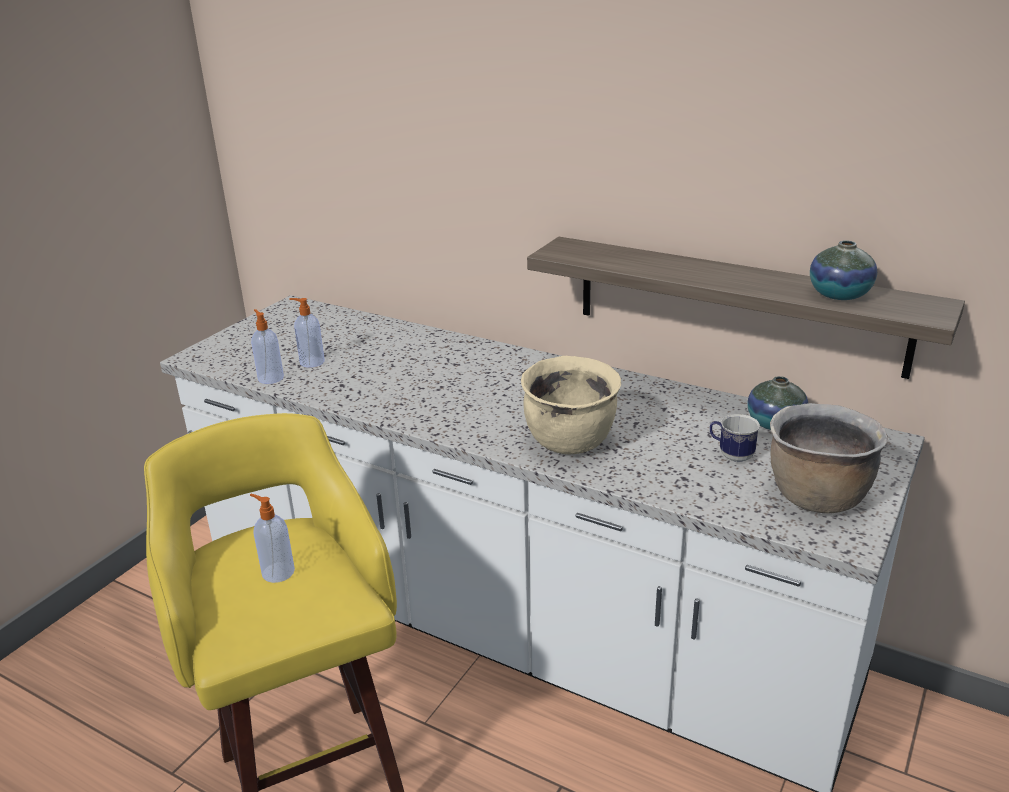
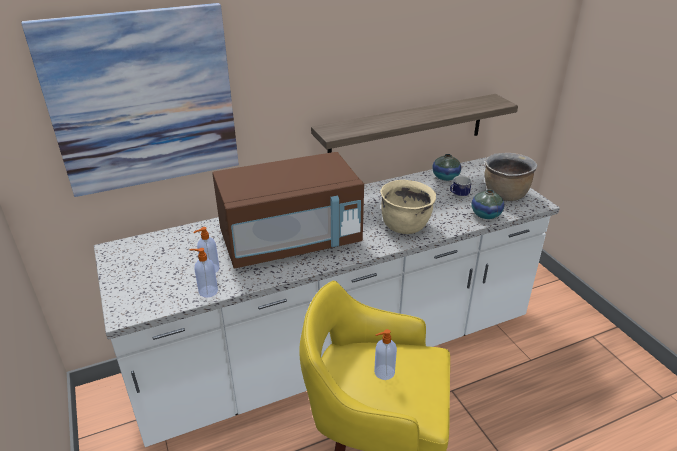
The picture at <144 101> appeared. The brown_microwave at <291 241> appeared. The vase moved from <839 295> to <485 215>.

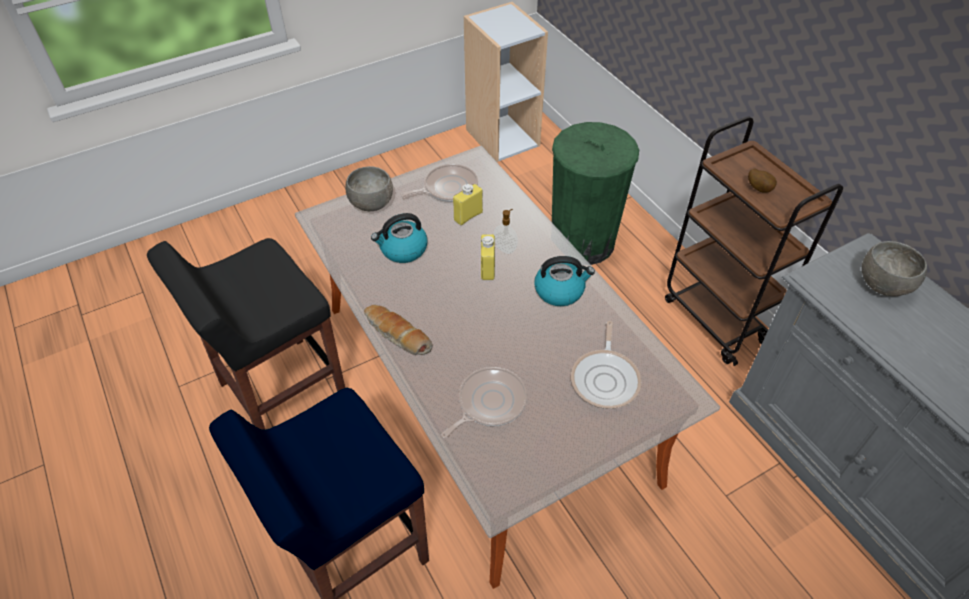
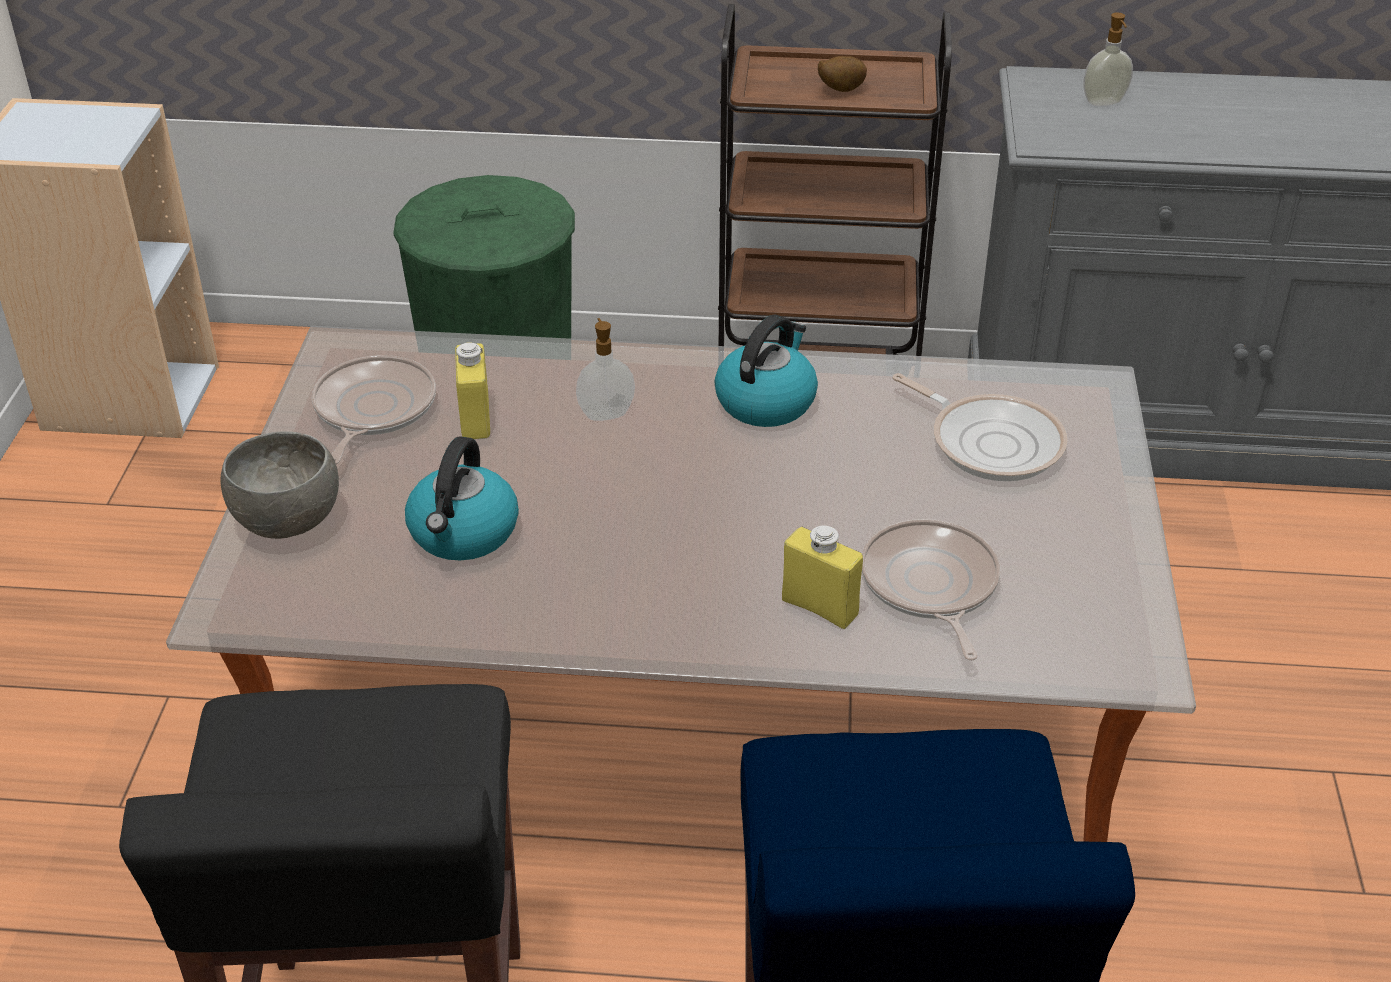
The yellow_bottle moved from <487 268> to <819 607>. The grey_bowl at <884 285> was replaced by the soap_dispenser at <1104 103>. The bread at <397 335> disappeared.

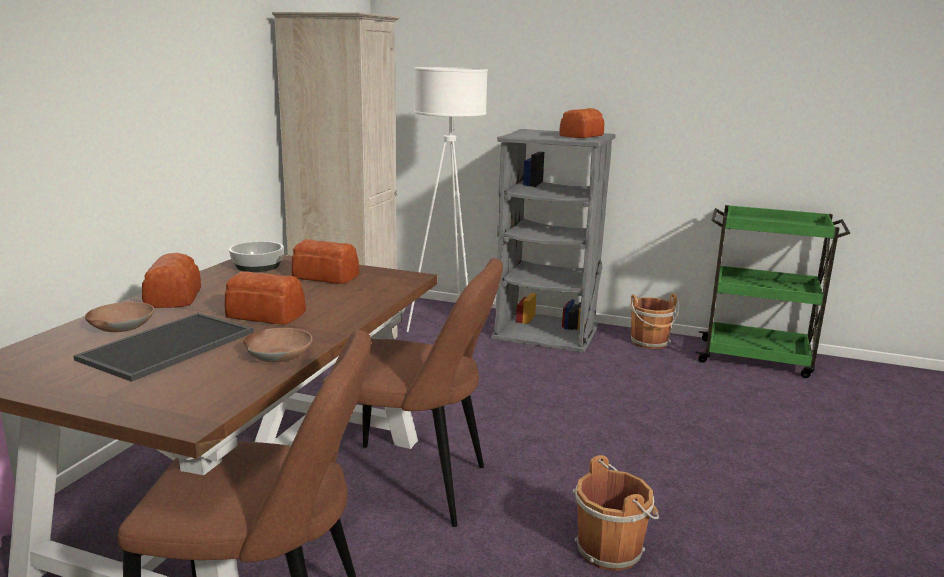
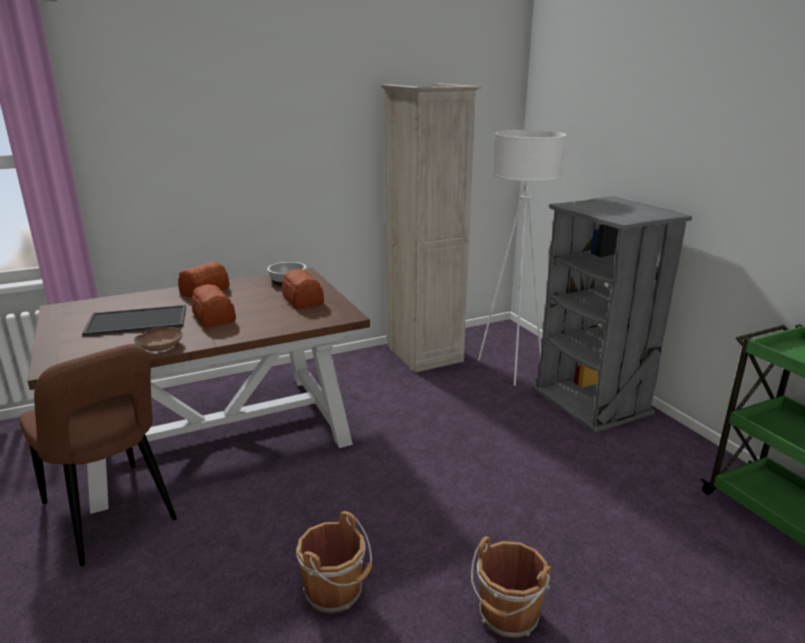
The brown_bucket moved from <650 343> to <507 617>. The brown_bowl at <121 325> disappeared. The brown_chair at <414 485> disappeared. The bread at <580 136> disappeared.

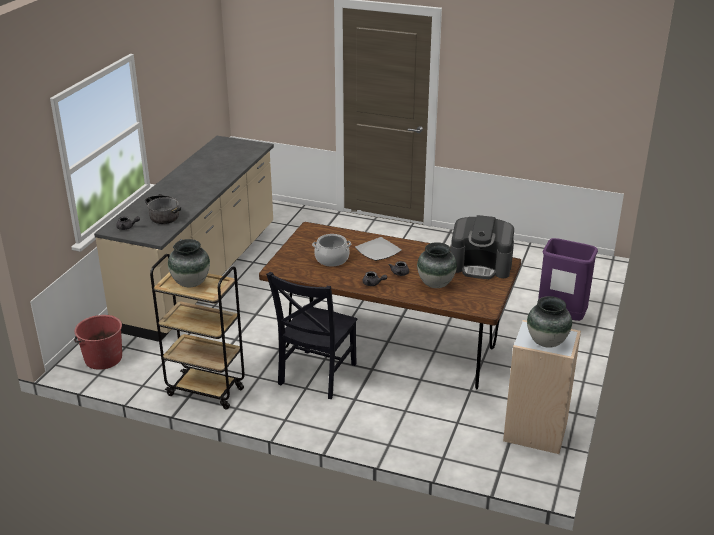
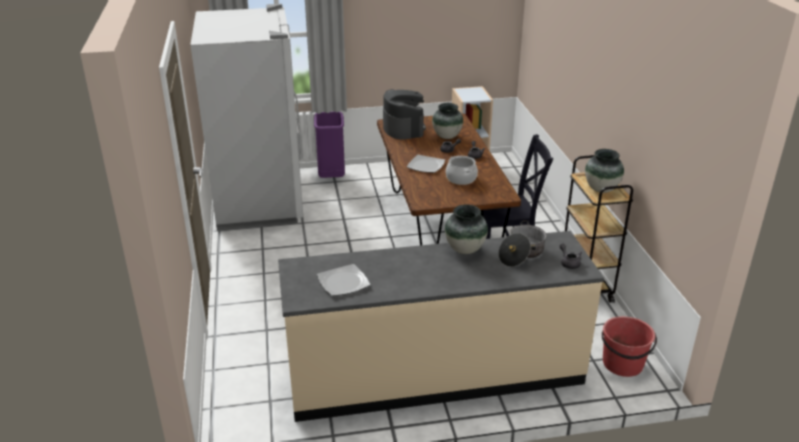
The white_fridge at <260 201> appeared. The plate at <343 282> appeared. The vase moved from <546 342> to <465 249>.

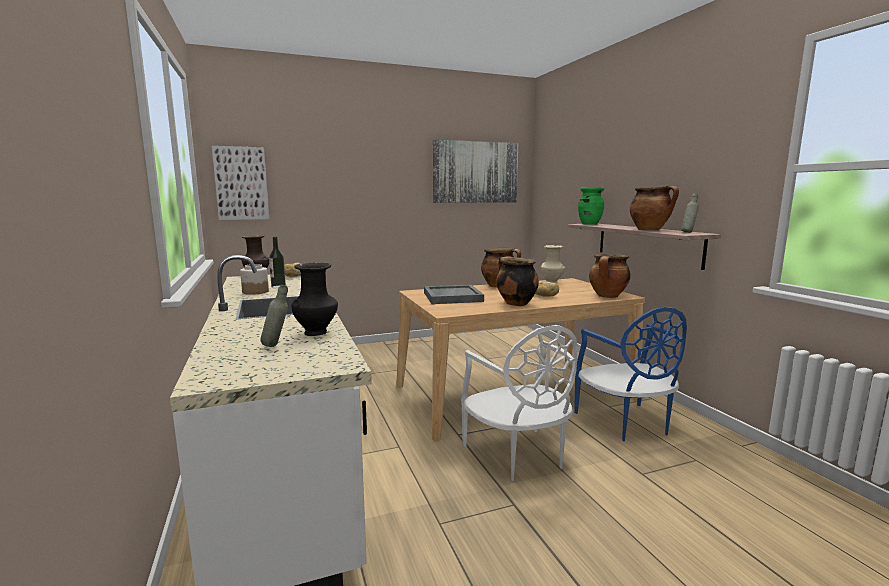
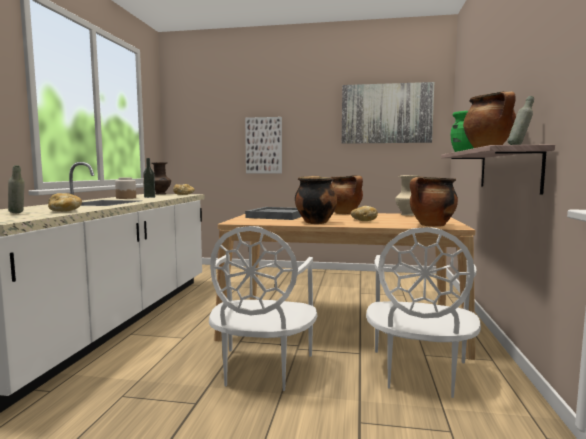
The black_vase at <316 332> was replaced by the bread at <65 211>. The picture moved from <241 183> to <263 145>. The blue_chair at <625 423> became the white_chair at <418 373>.

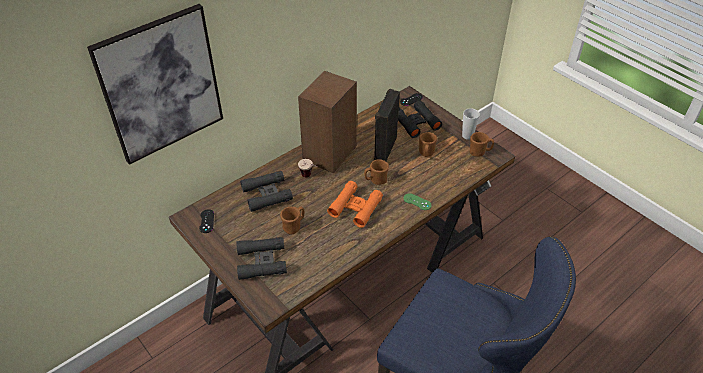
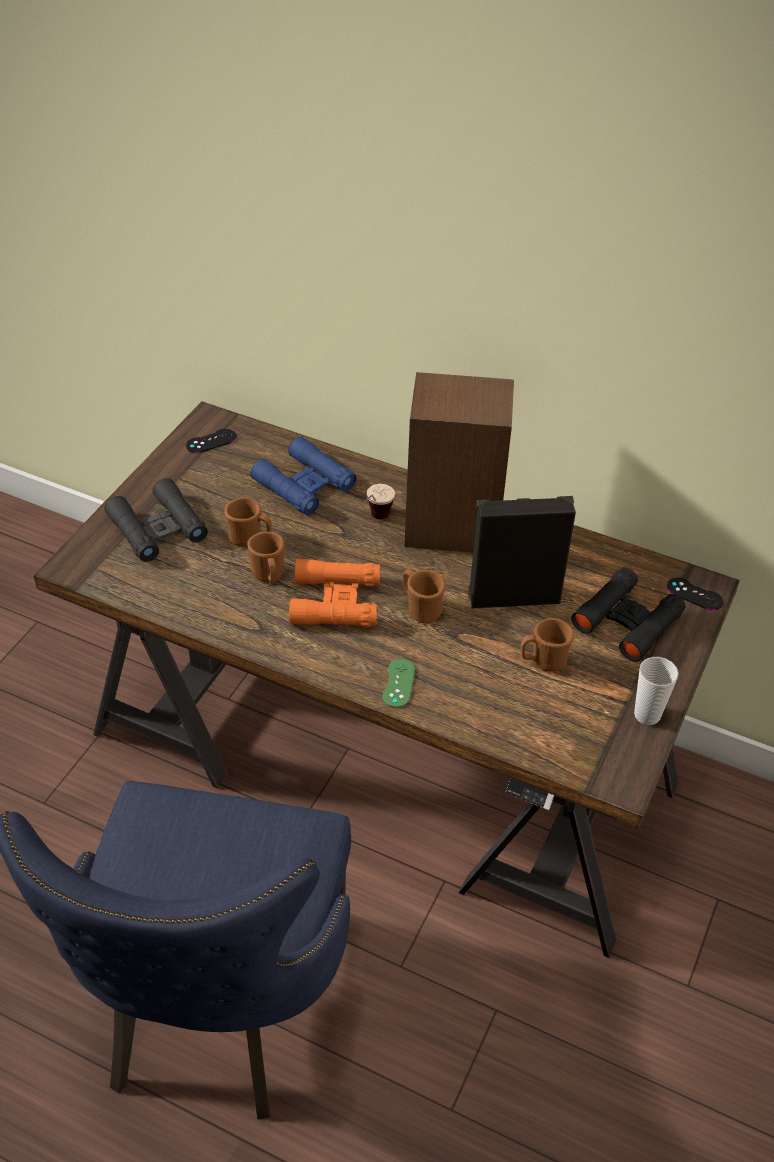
The brown_mug moved from <479 152> to <269 576>. The black_binoculars at <267 194> became the blue_binoculars at <304 484>. The picture at <161 85> disappeared.

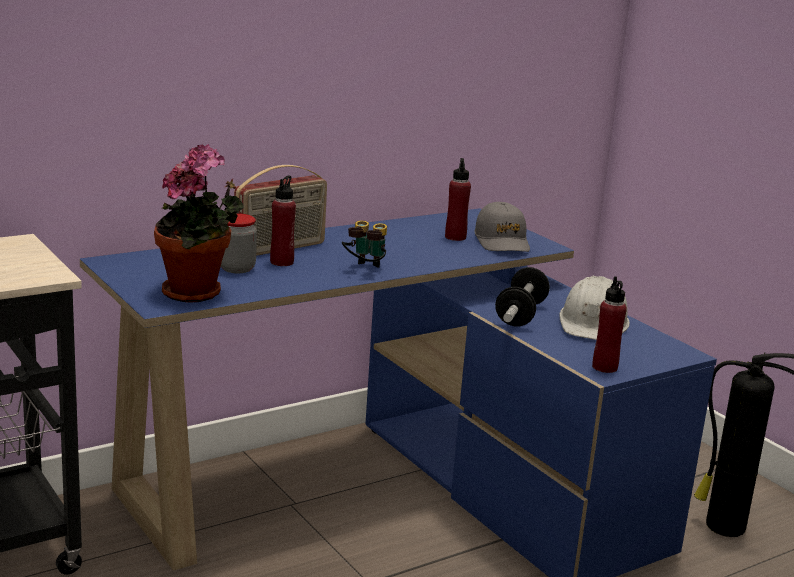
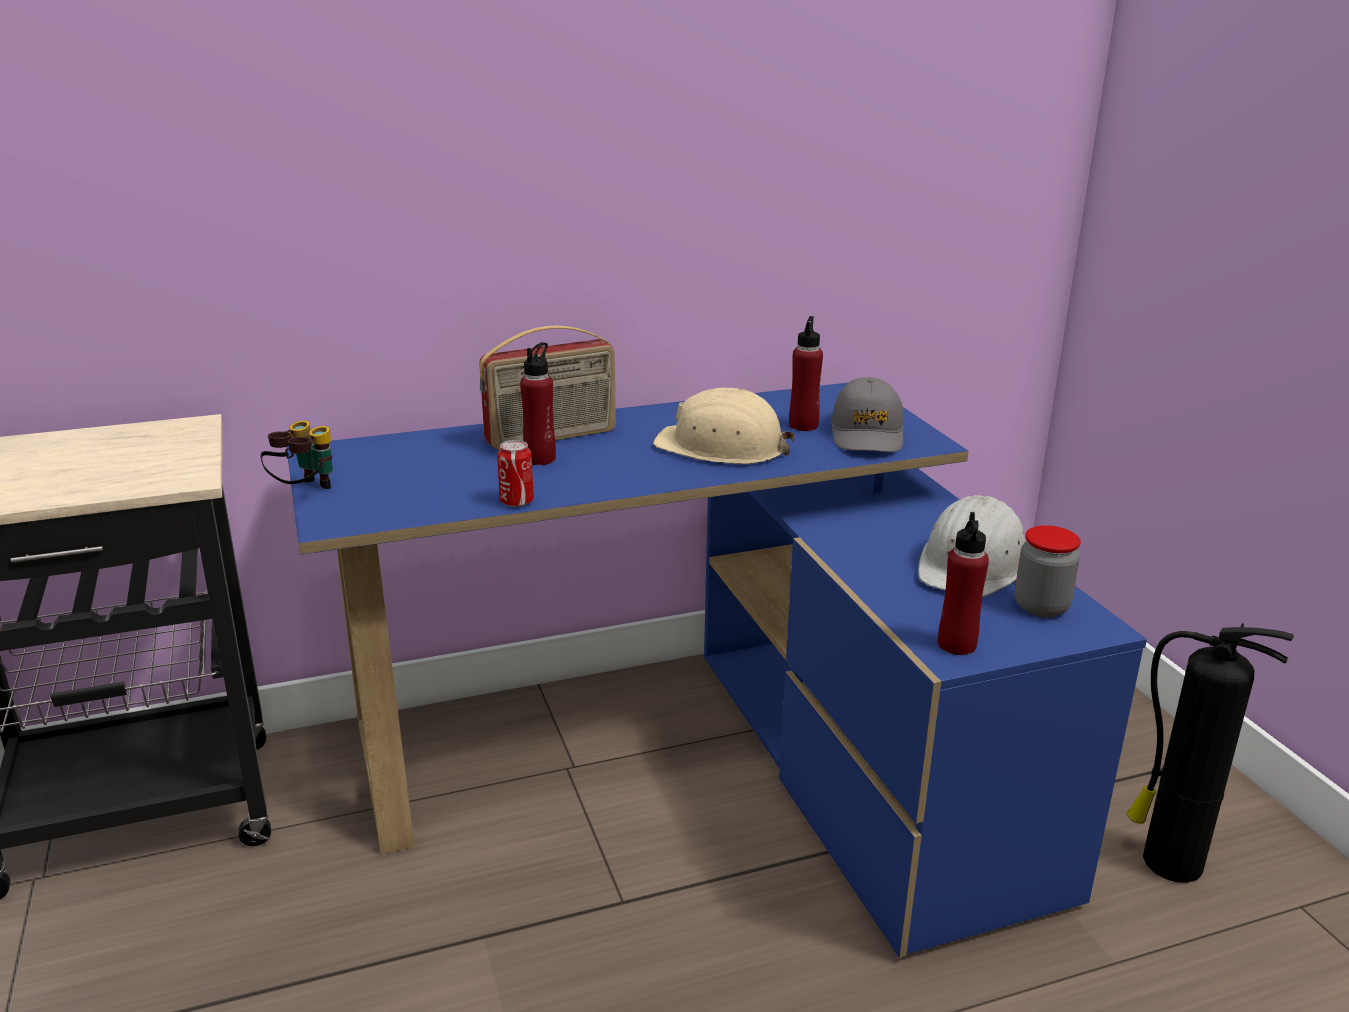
The binoculars moved from <364 269> to <303 491>. The can at <516 502> appeared. The beige_hard_hat at <721 447> appeared. The jar moved from <237 268> to <1041 607>. The potted_plant at <197 293> disappeared. The dumbbell at <521 314> disappeared.

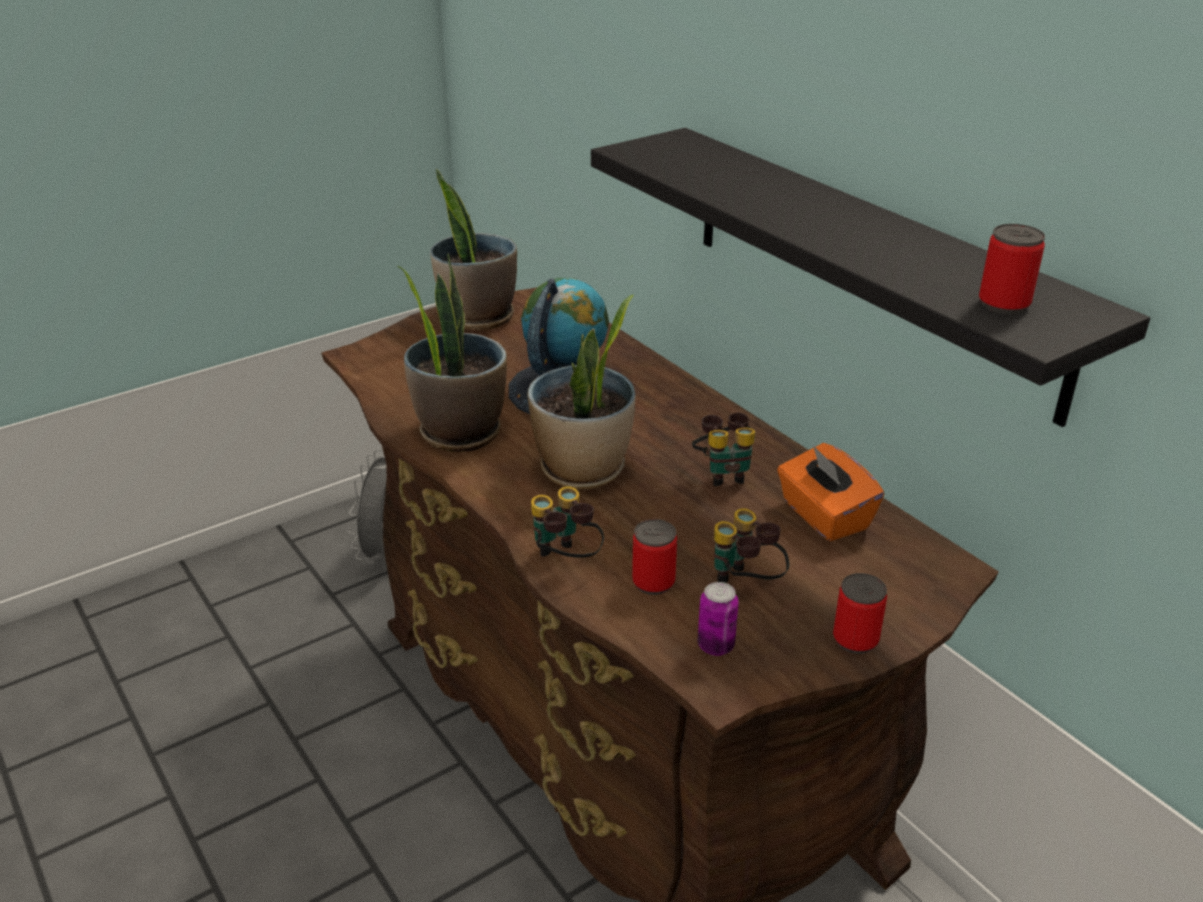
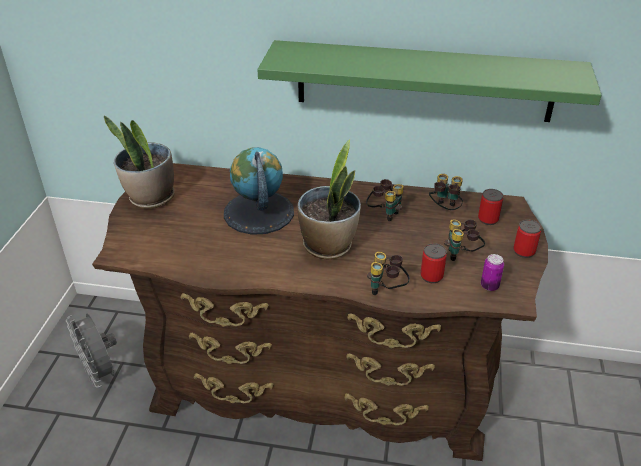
The black_shelf at <867 264> became the green_shelf at <424 81>. The orange_tissue_box at <824 516> was replaced by the binoculars at <444 209>. The can moved from <1003 304> to <488 219>. The potted_plant at <460 432> disappeared.

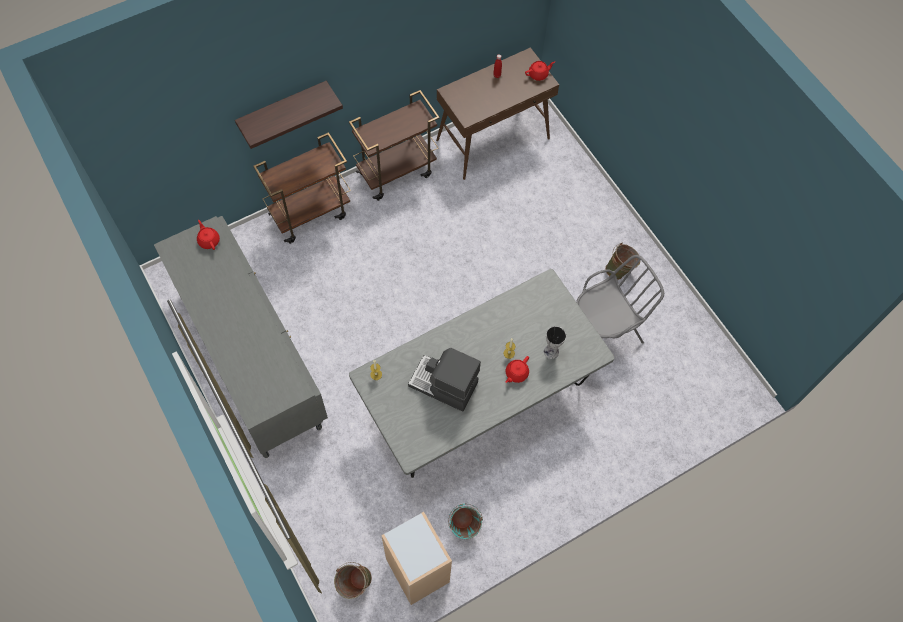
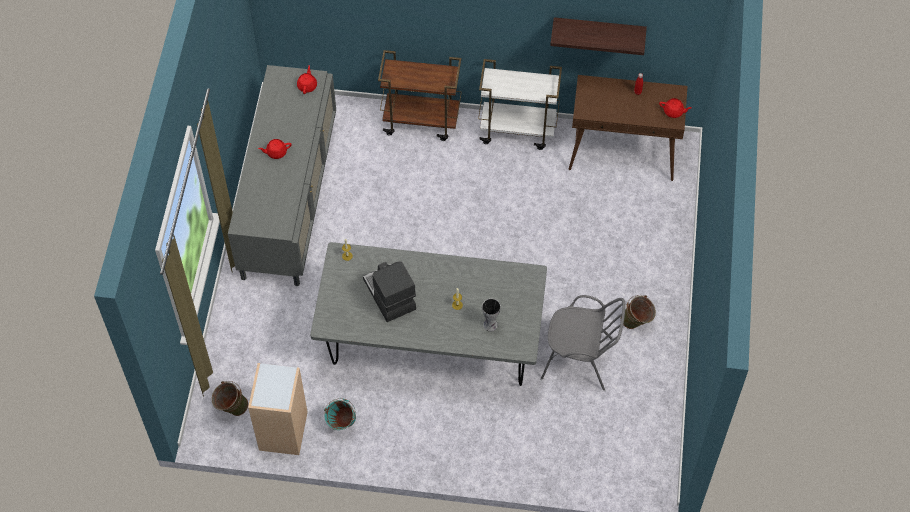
The red_teapot moved from <516 373> to <276 152>. The brown_cart at <397 173> became the white_cart at <518 132>. The shelf moved from <283 109> to <599 30>.

